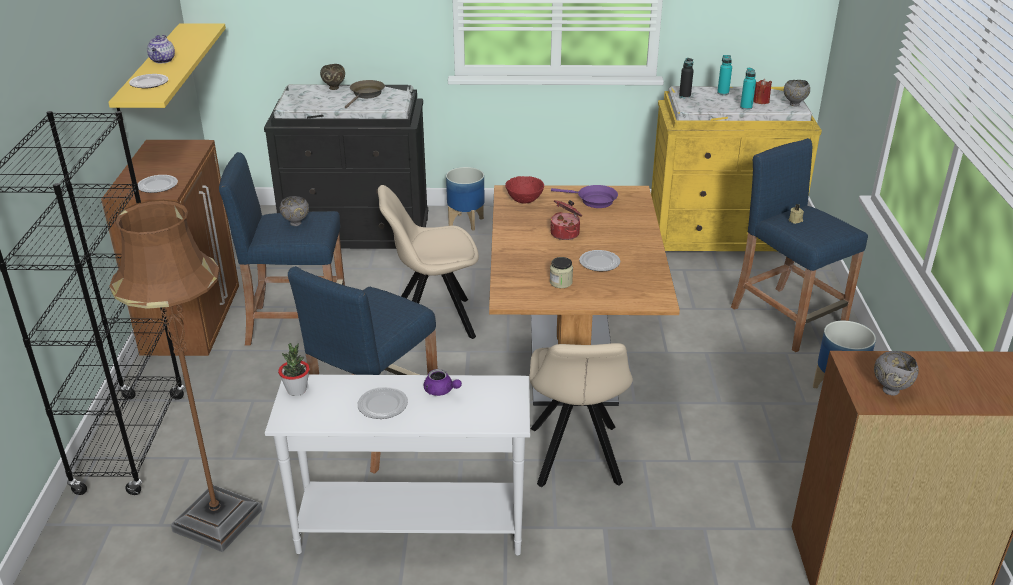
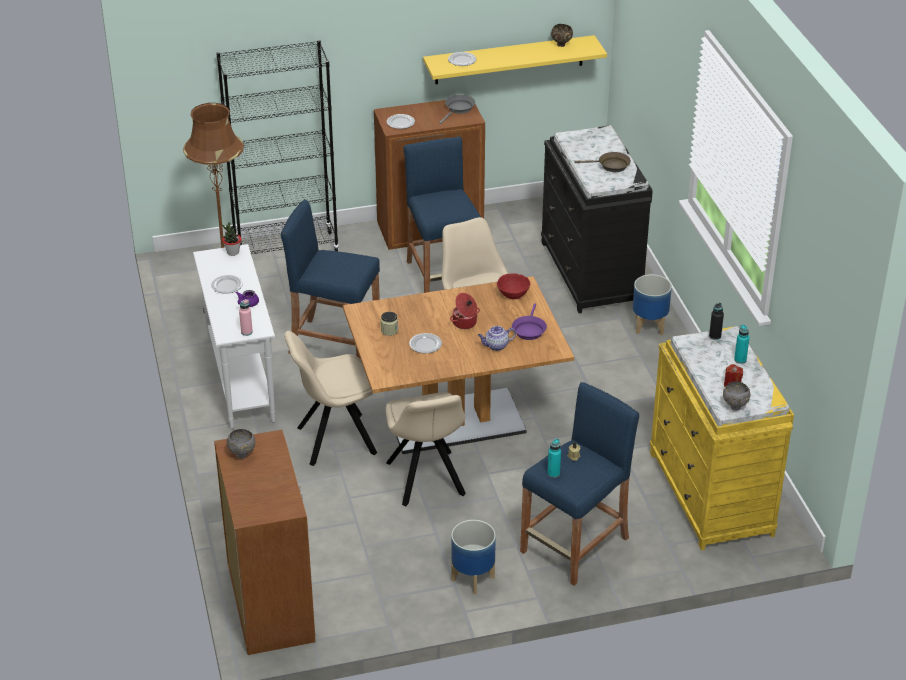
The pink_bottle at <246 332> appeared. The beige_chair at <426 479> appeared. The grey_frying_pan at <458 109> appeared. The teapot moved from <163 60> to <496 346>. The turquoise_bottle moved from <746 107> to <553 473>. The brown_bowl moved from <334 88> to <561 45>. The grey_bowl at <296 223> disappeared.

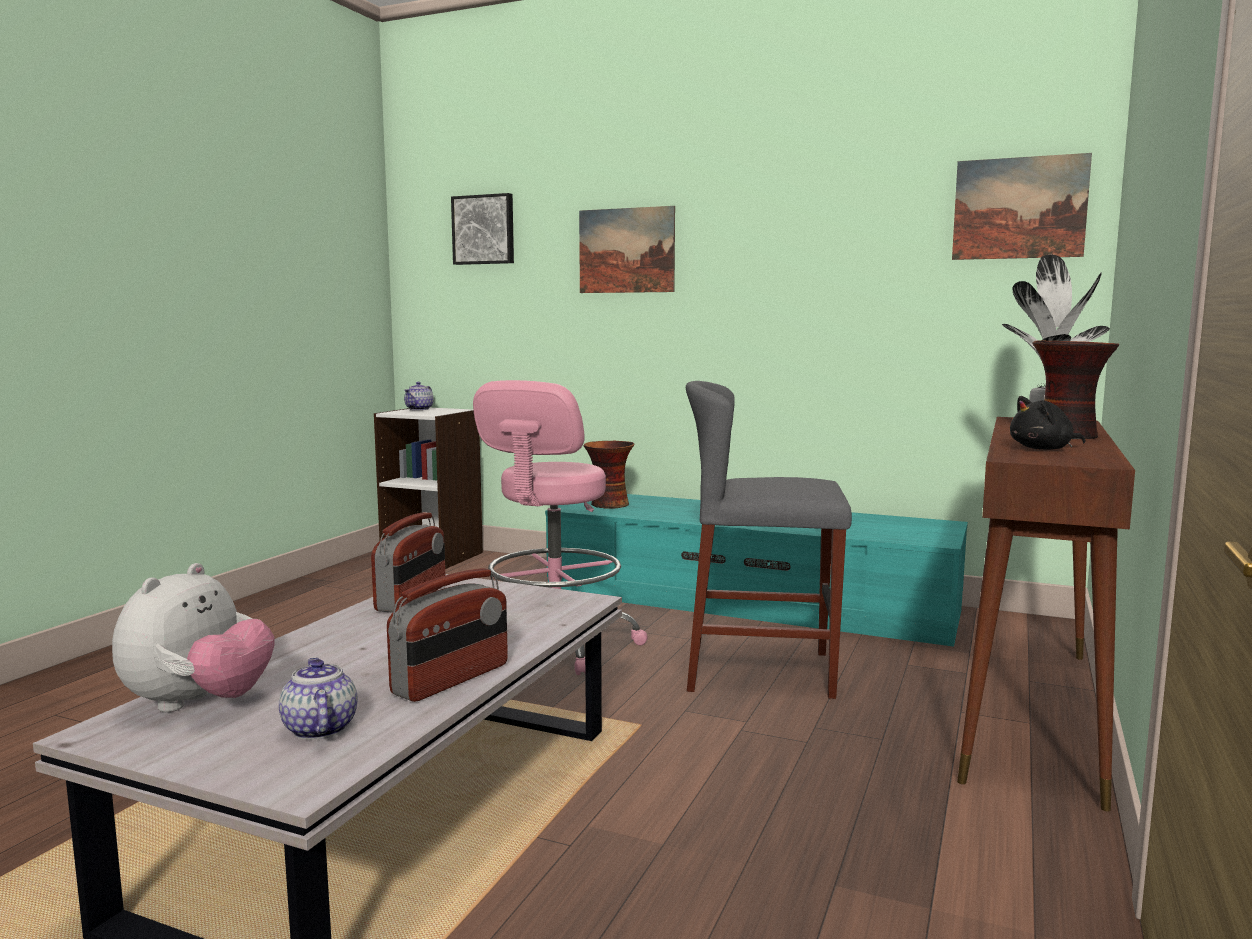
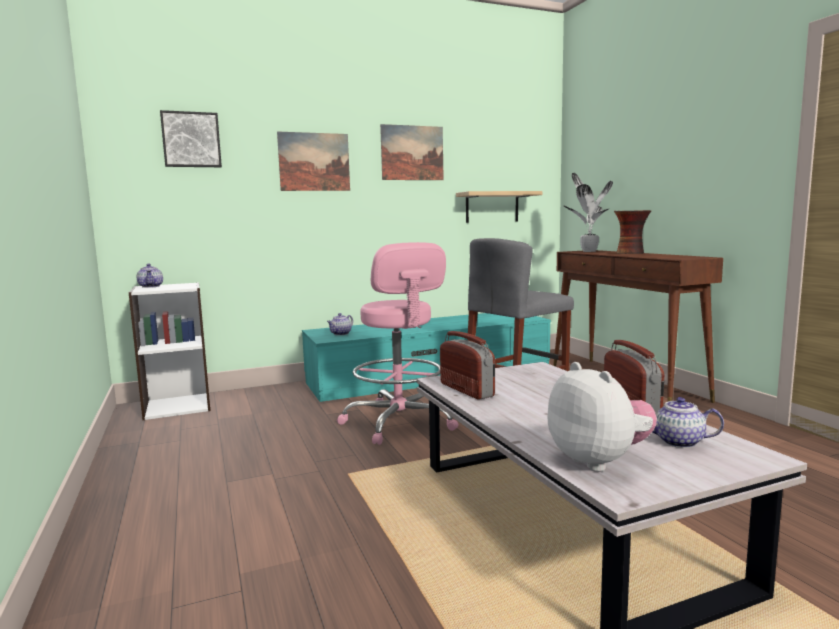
The vase at <608 504> was replaced by the teapot at <340 334>. The picture moved from <1019 208> to <412 153>. The shelf at <492 207> appeared. The black_plush_toy at <1044 449> disappeared.

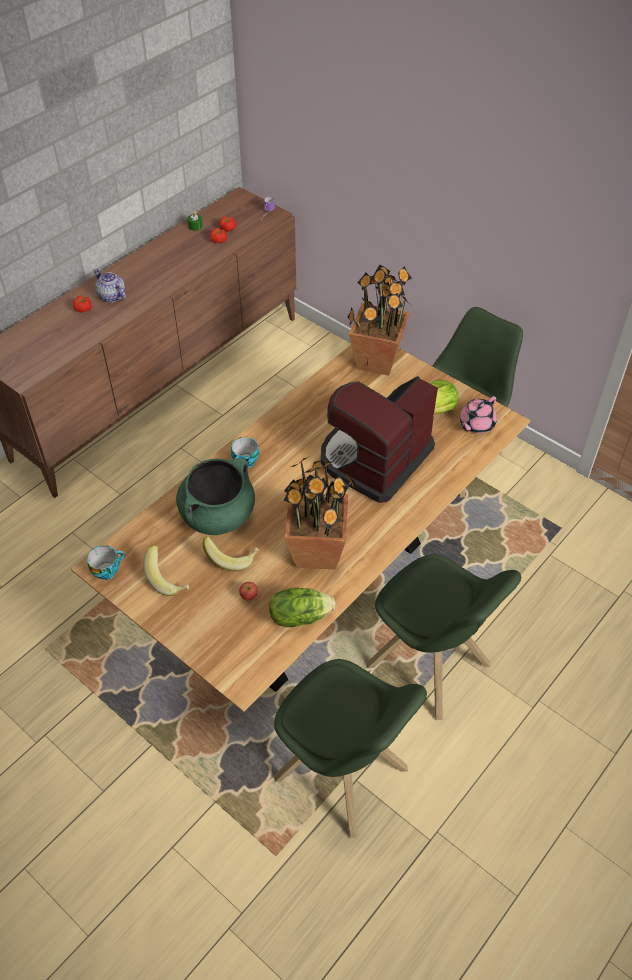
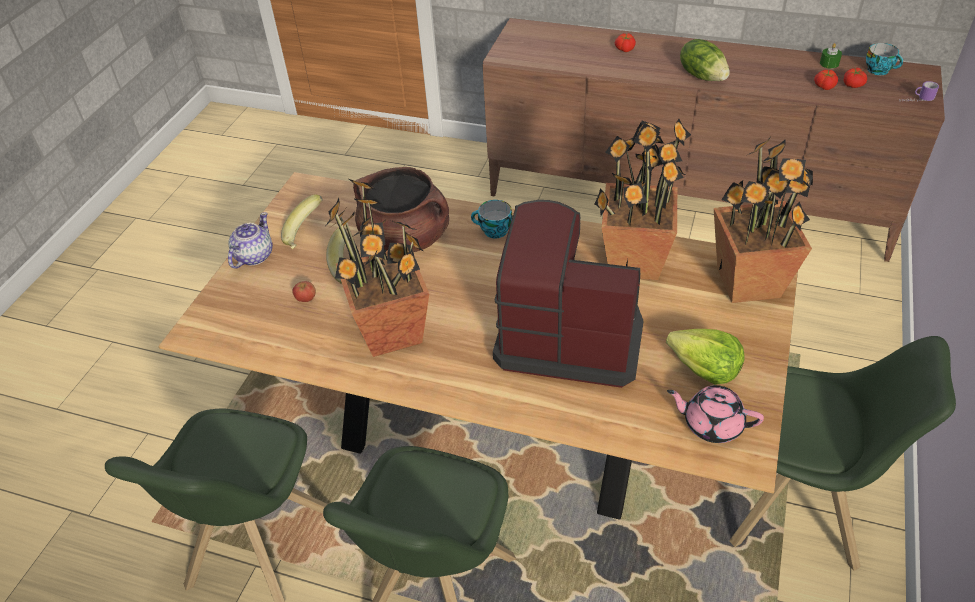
The teapot moved from <112 296> to <253 256>. The green_cooking_pot at <218 515> became the brown_cooking_pot at <406 238>. The potted_plant at <634 261> appeared. The lettuce moved from <299 616> to <703 76>. The cup moved from <107 570> to <879 70>.

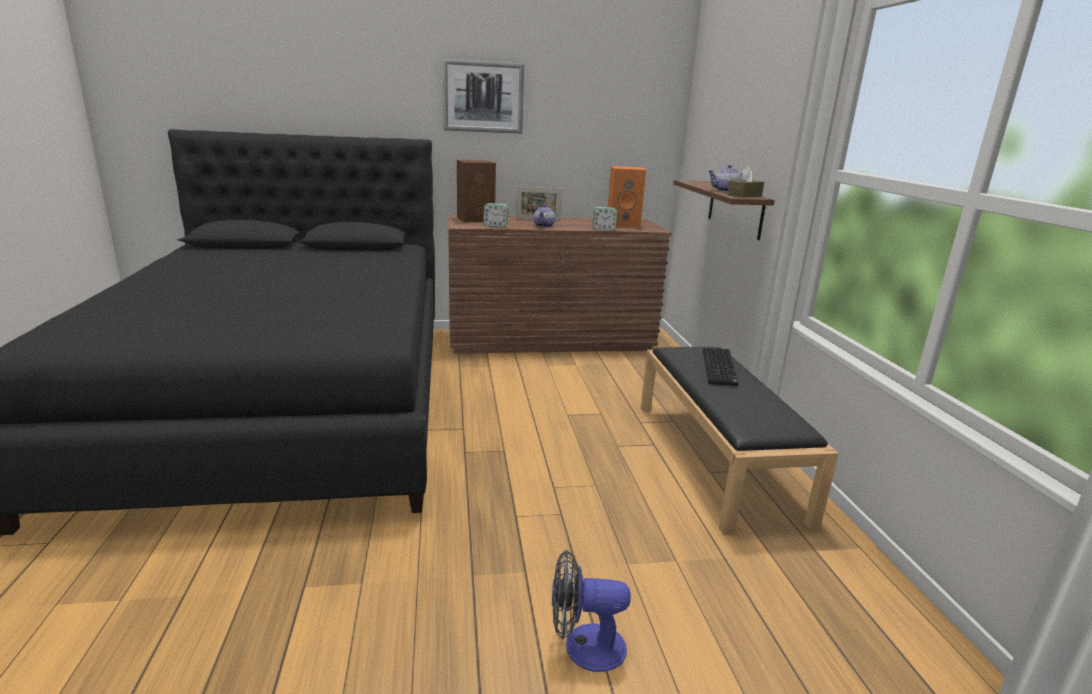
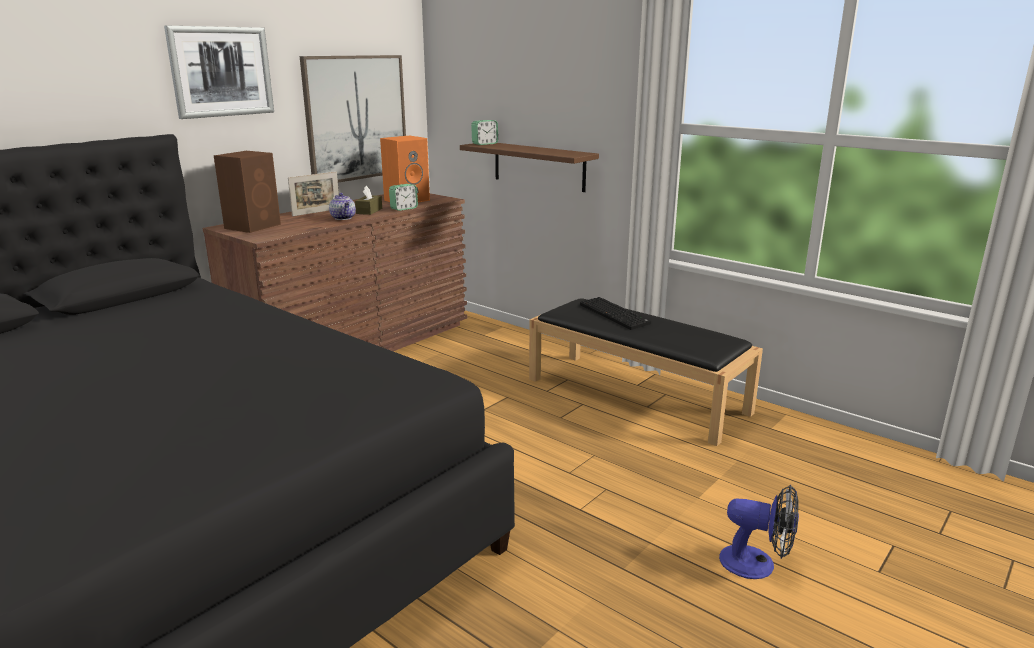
The picture at <356 118> appeared. The brown_tissue_box moved from <744 195> to <369 211>. The alarm_clock moved from <495 225> to <485 144>. The fan at <584 647> turned 120 degrees counterclockwise. The teapot at <726 191> disappeared.

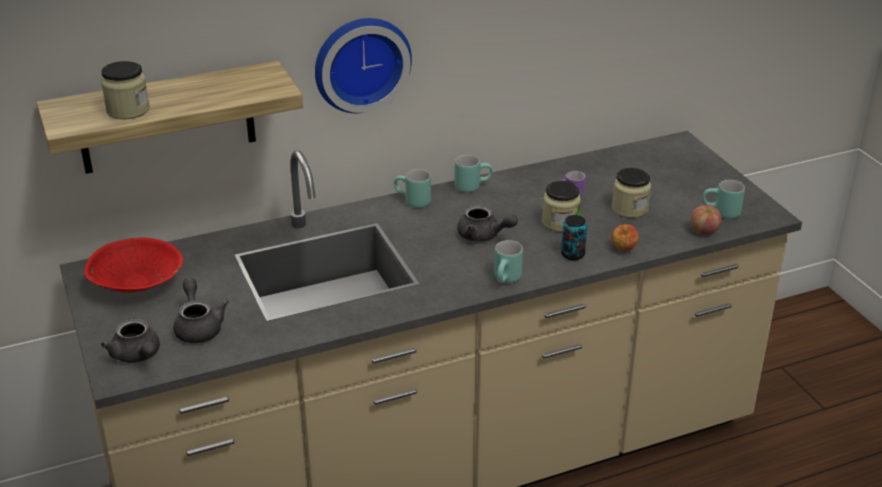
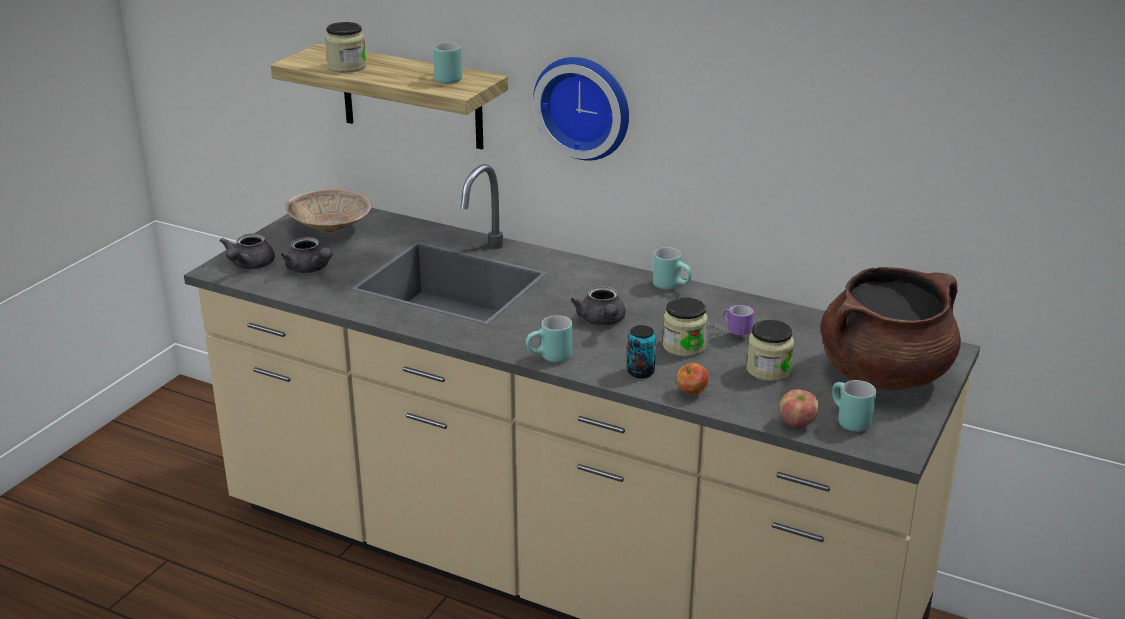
The grey_teapot at <198 326> turned 105 degrees clockwise. The red_bowl at <139 284> became the beige_bowl at <331 228>. The turquoise_mug moved from <412 202> to <445 78>. The brown_cooking_pot at <884 374> appeared.

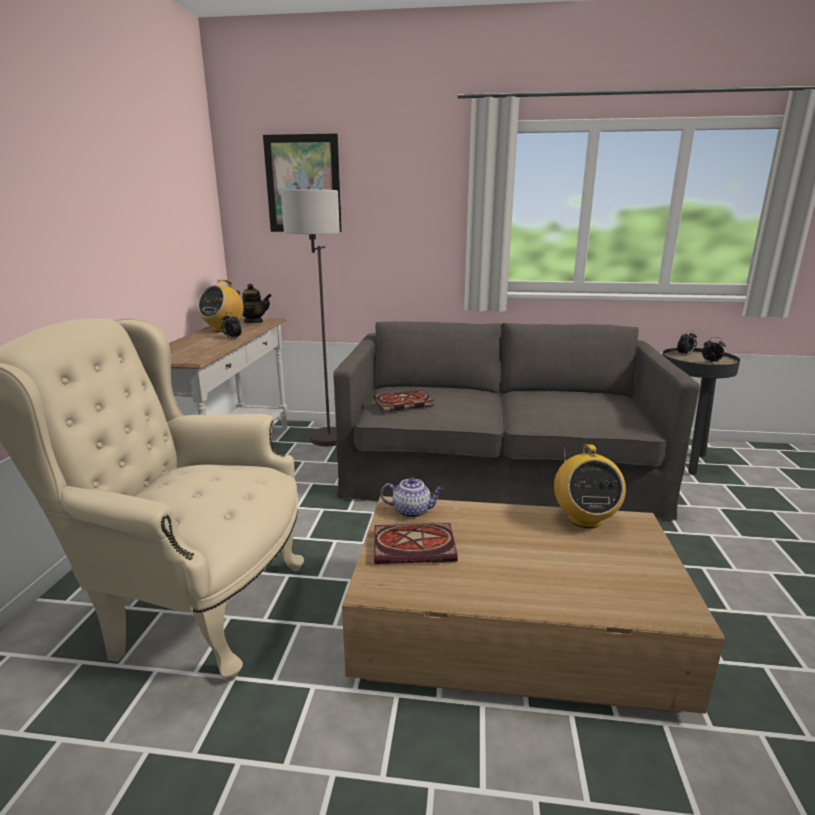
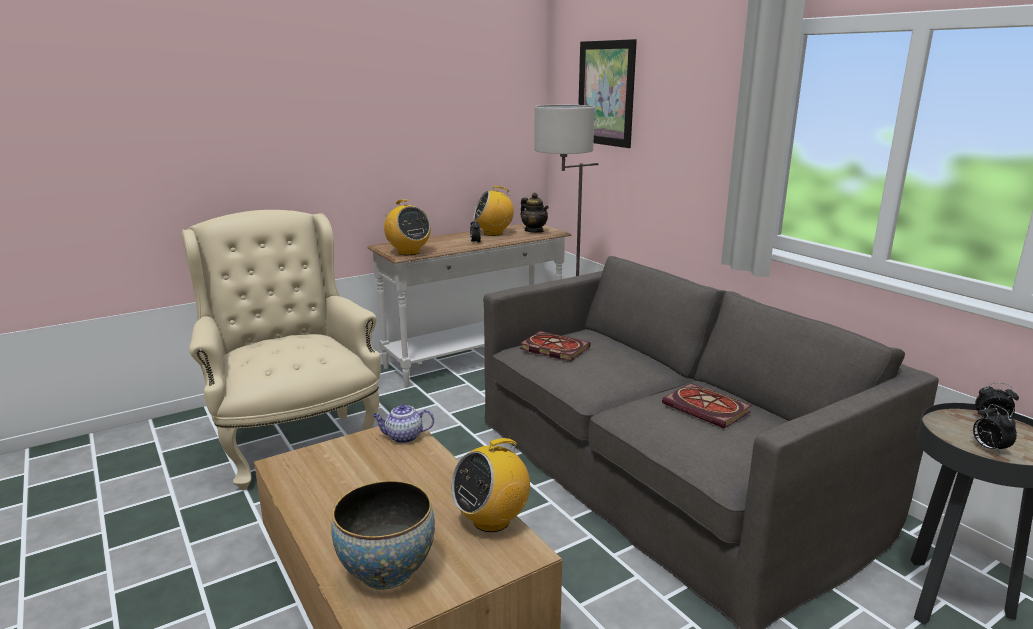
The bowl at <387 571> appeared. The teapot at <412 511> turned 120 degrees clockwise. The radio at <408 252> appeared. The book moved from <416 546> to <708 408>.

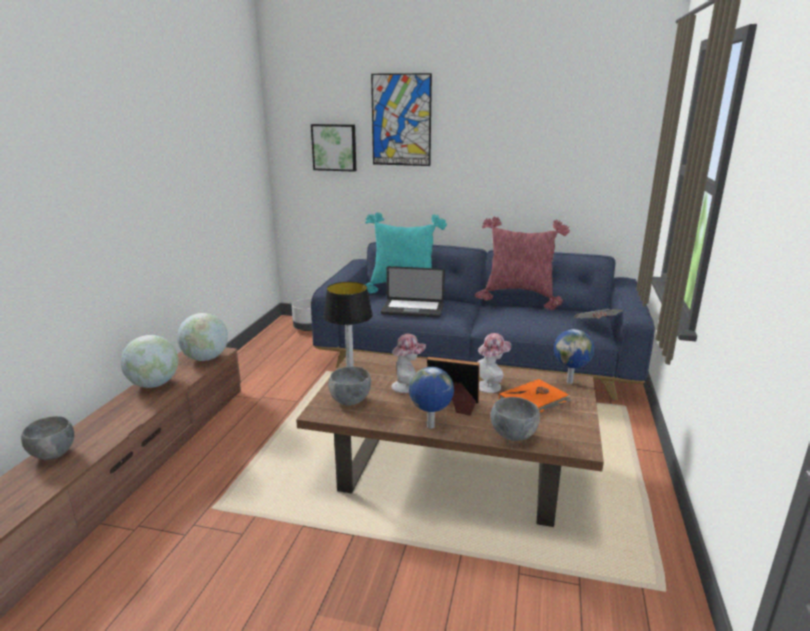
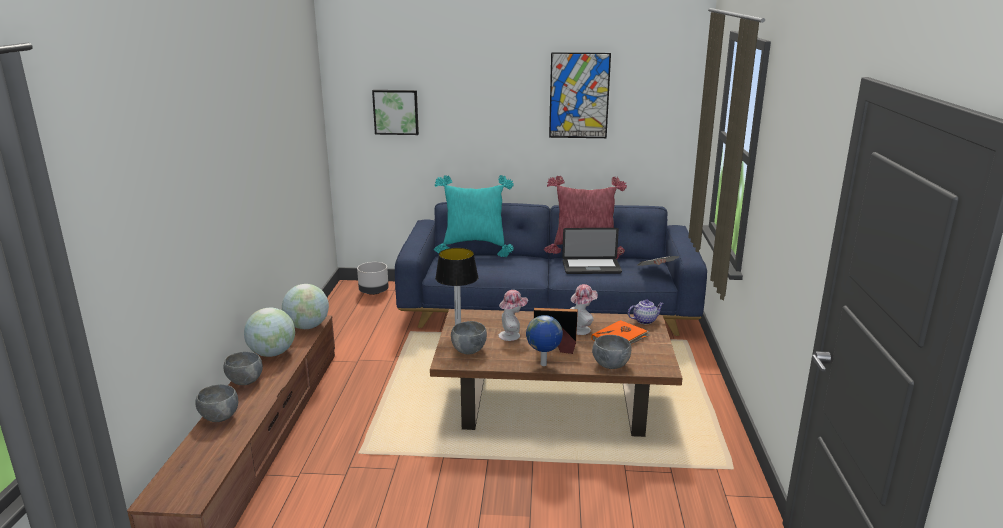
The grey_bowl at <245 382> appeared. The picture moved from <401 120> to <579 96>. The laptop moved from <412 309> to <591 267>. The globe at <570 381> was replaced by the teapot at <645 320>.

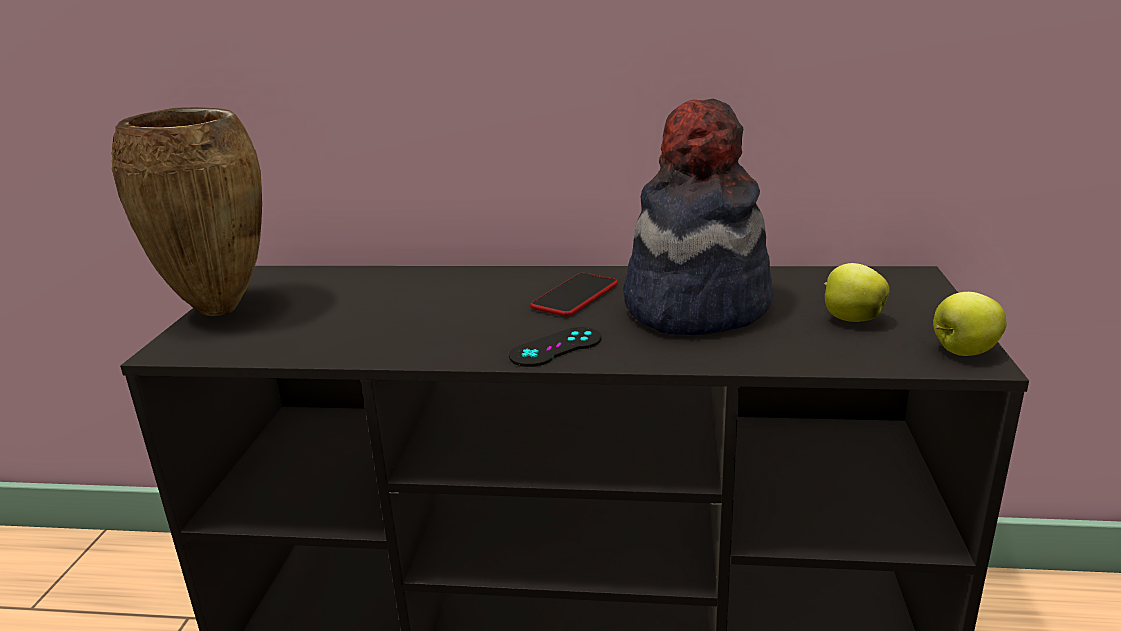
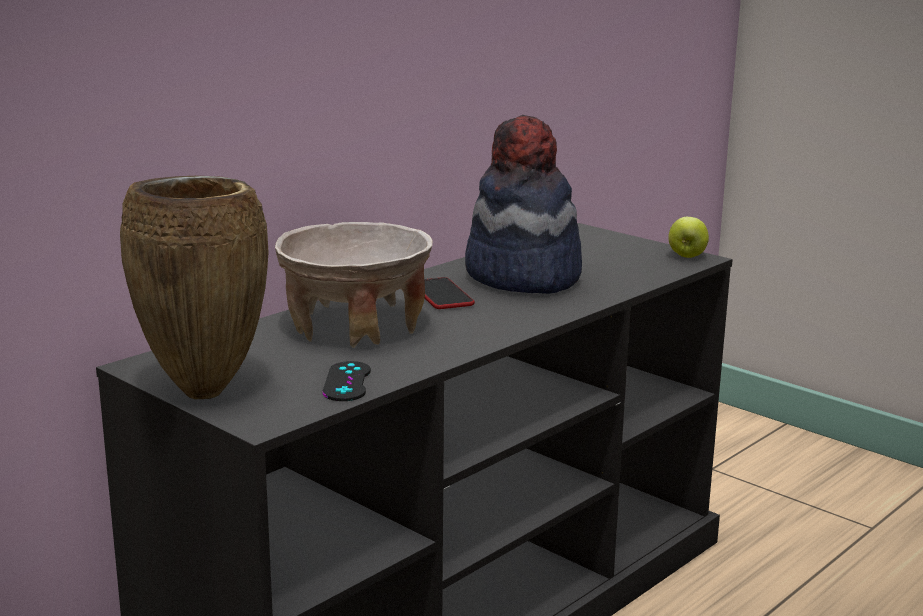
The beige_bowl at <355 328> appeared. The black_game_controller moved from <556 347> to <347 382>. The apple at <850 319> disappeared.

